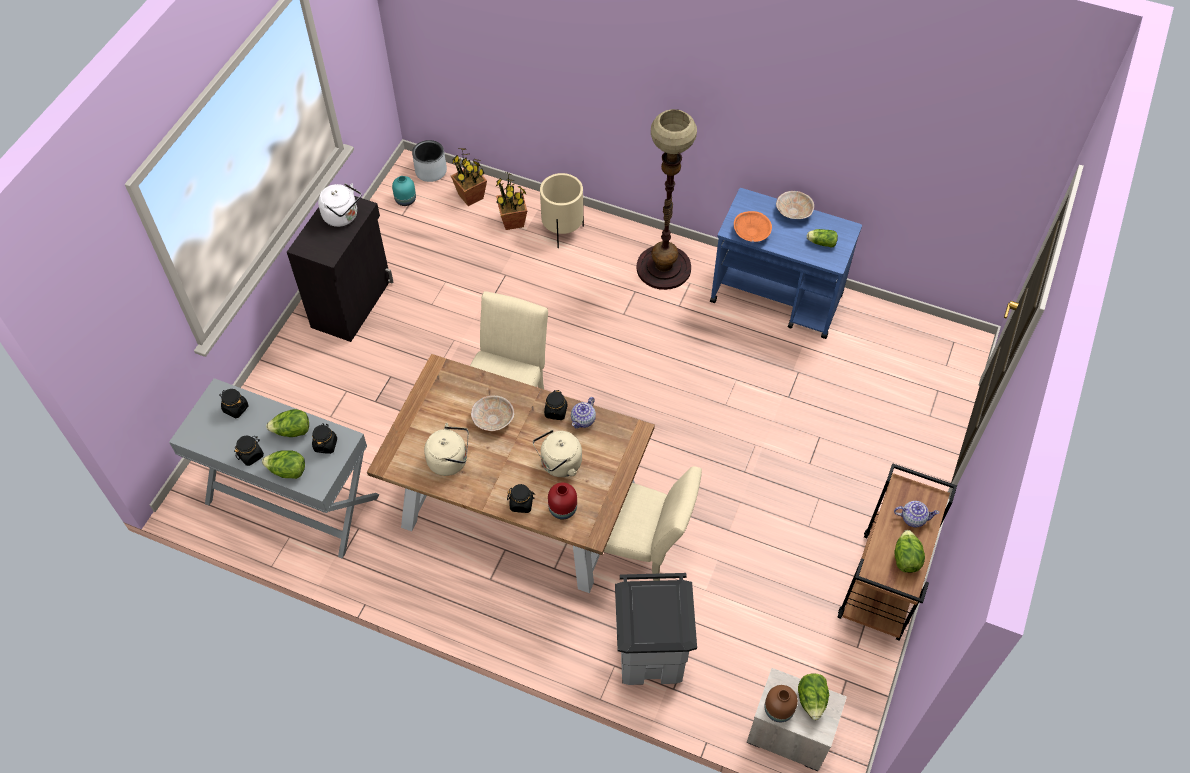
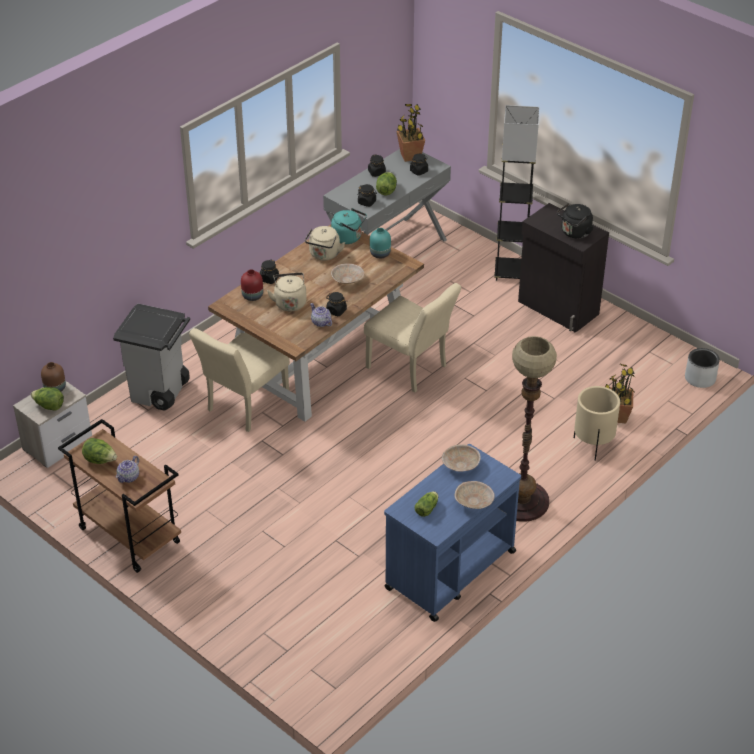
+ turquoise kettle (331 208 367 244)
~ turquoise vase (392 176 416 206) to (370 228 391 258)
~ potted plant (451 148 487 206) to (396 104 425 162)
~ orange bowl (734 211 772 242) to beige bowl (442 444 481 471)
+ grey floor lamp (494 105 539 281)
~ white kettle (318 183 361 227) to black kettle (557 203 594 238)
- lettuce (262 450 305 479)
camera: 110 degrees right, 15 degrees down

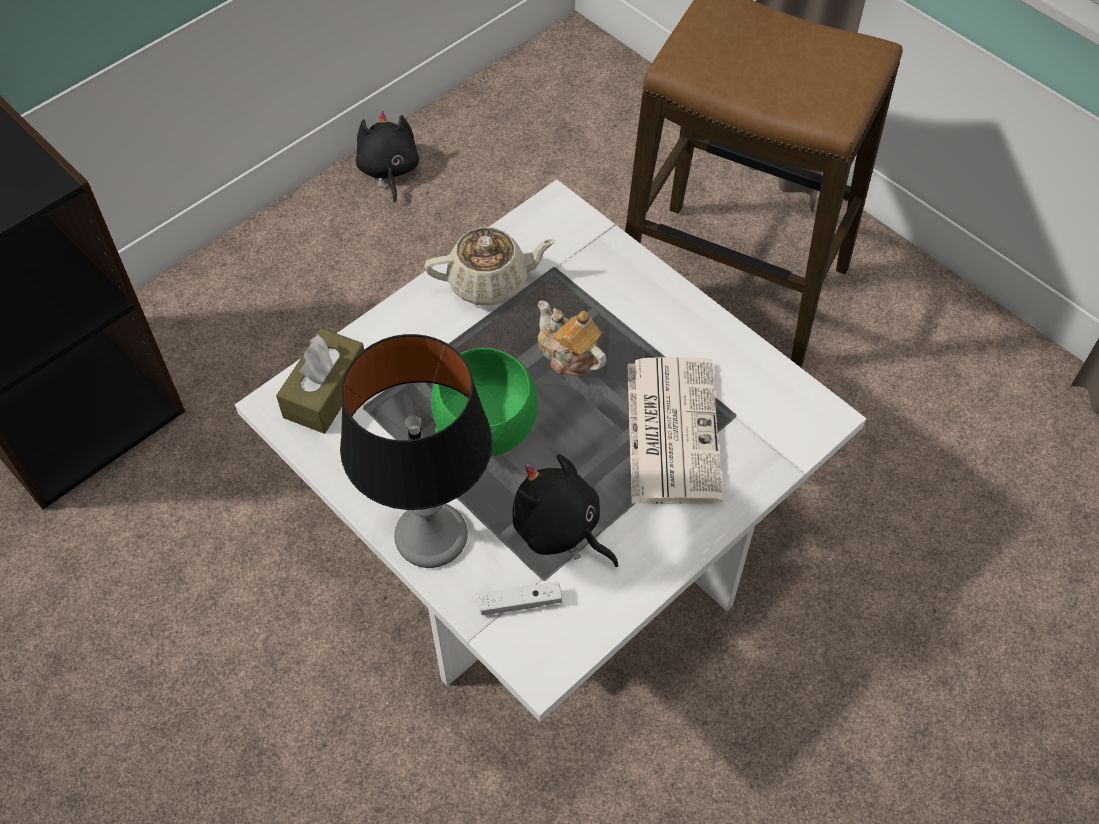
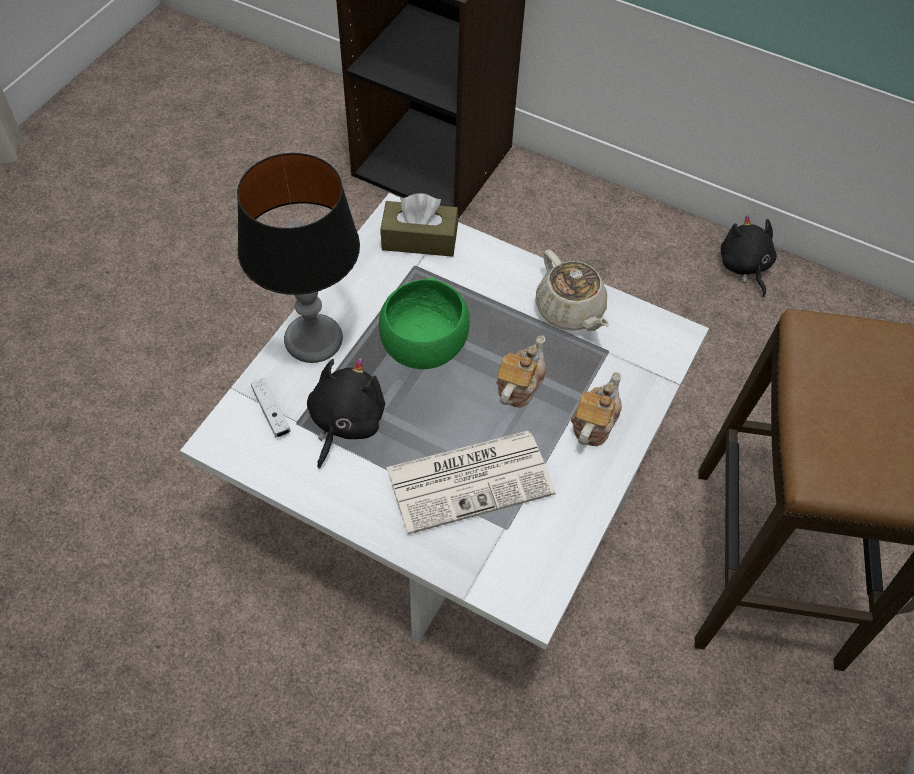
+ teapot (570 372 622 446)
~ black plush toy (356 111 419 203) = (721 215 777 297) 75 degrees counterclockwise
camera: 70 degrees right, 0 degrees up

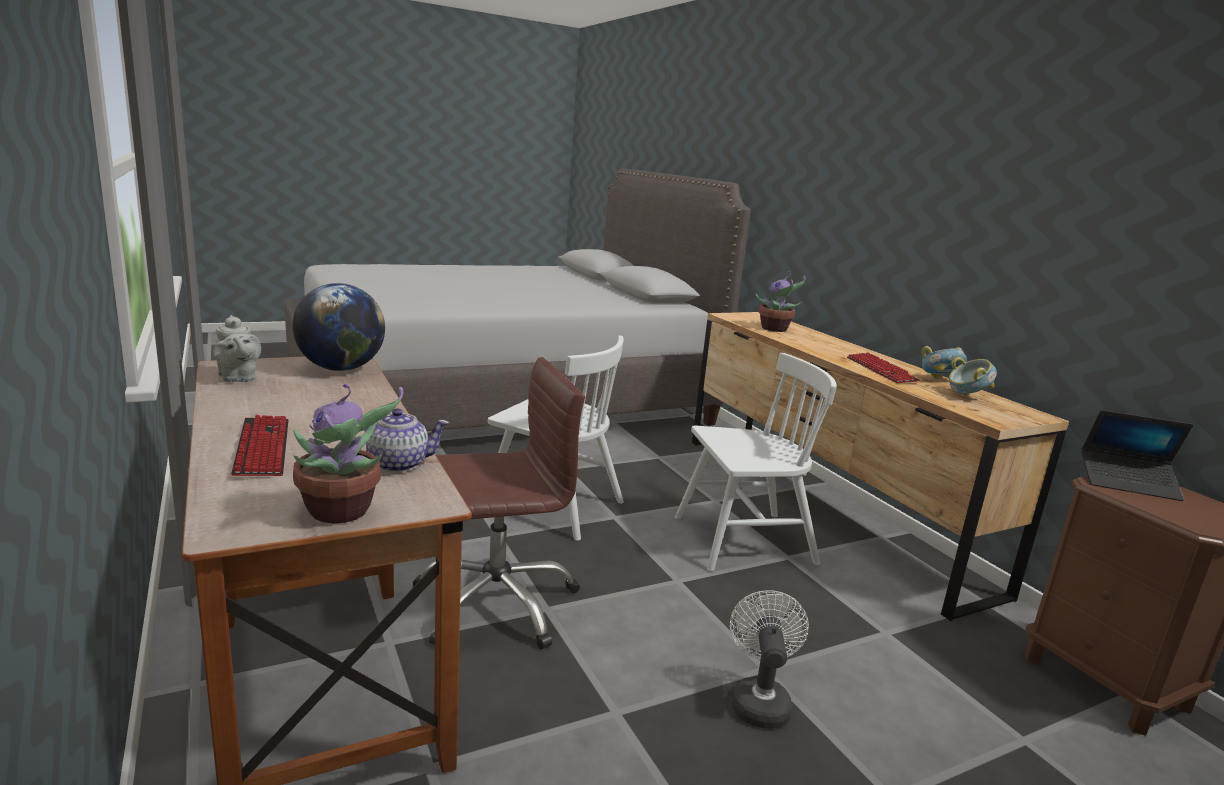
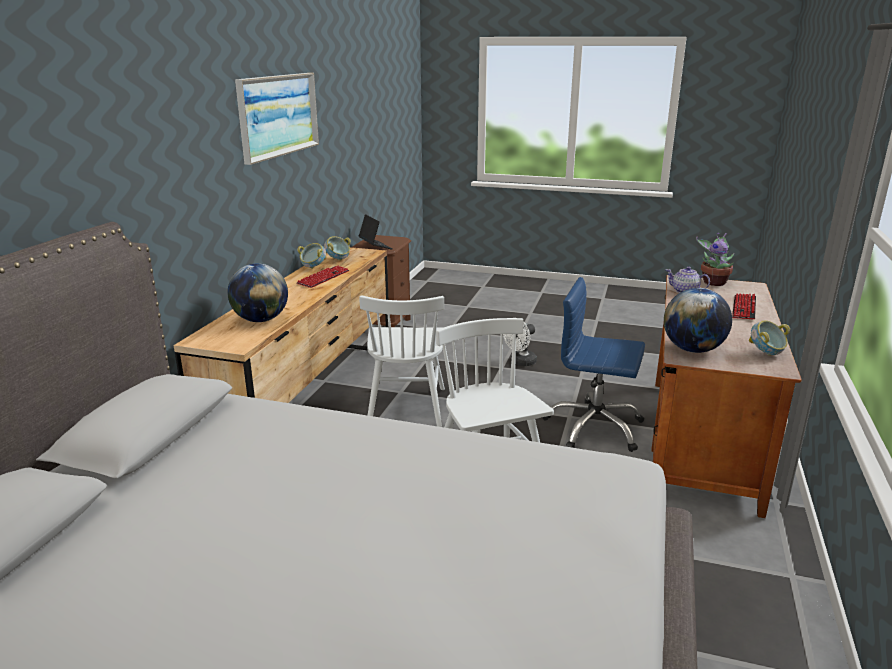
~ potted plant (756 271 806 332) to globe (227 263 288 322)
+ picture (235 73 319 165)
~ white chair (675 353 837 572) = (359 295 445 427) 120 degrees counterclockwise
~ brown office chair (413 357 585 649) to blue office chair (542 277 645 452)
~ grey teapot (213 315 261 382) to bowl (749 320 790 356)
camera: 135 degrees left, 5 degrees up

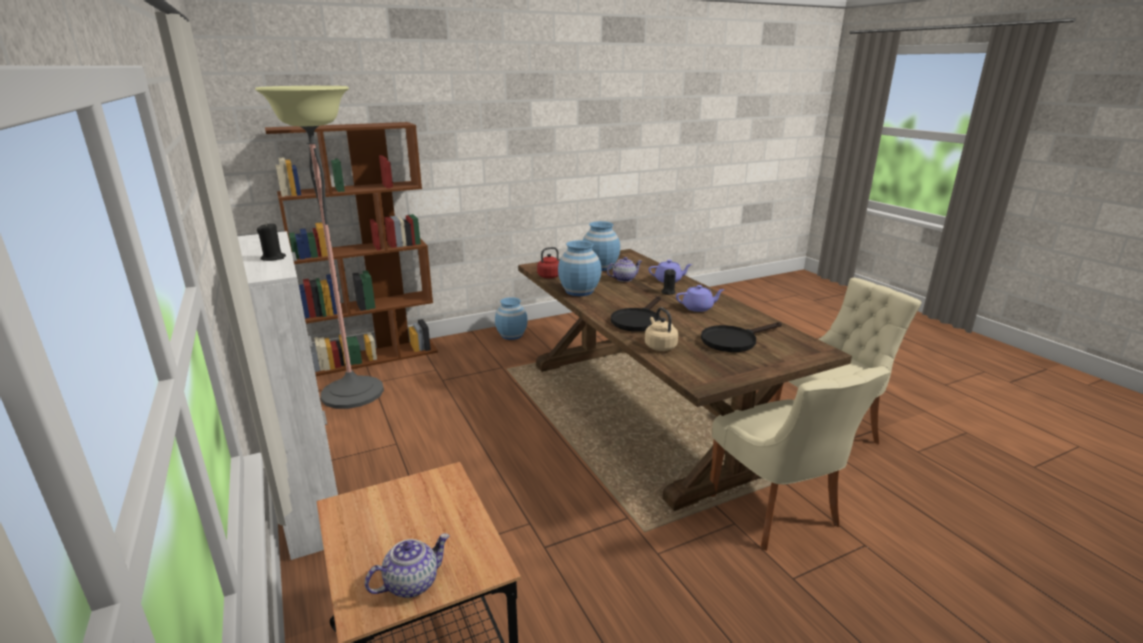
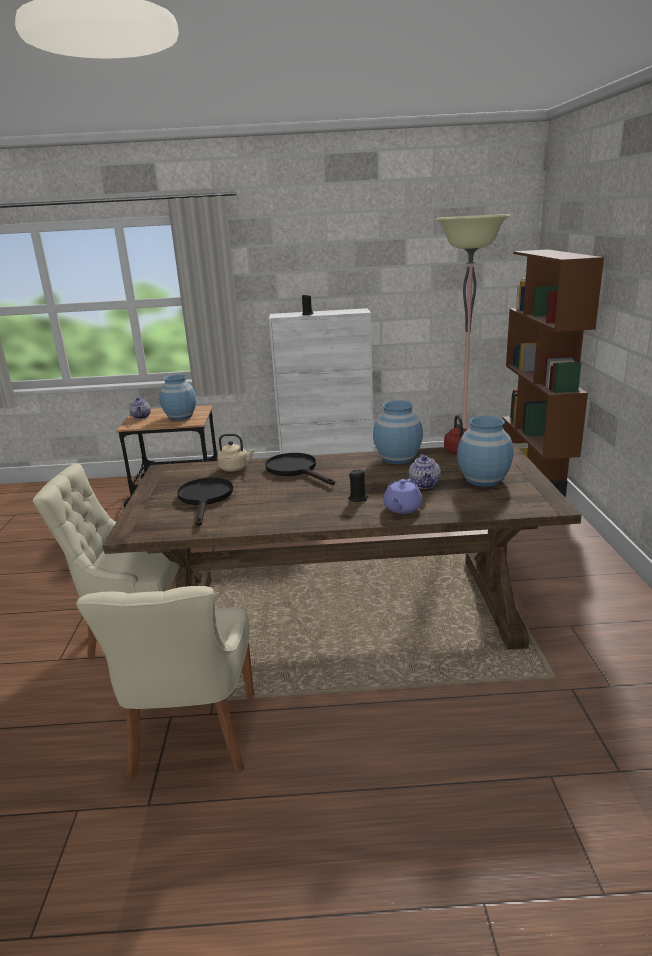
~ blue vase (495 297 527 340) to (159 374 196 420)
- purple teapot (676 285 725 312)
camera: 115 degrees right, 0 degrees up

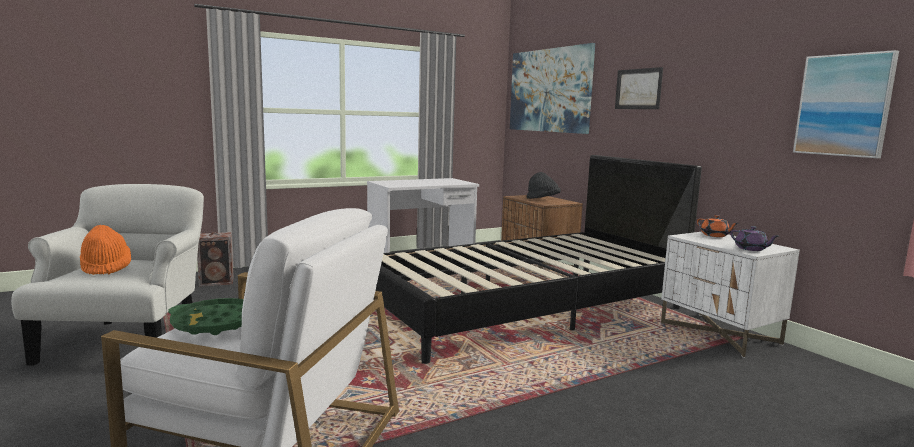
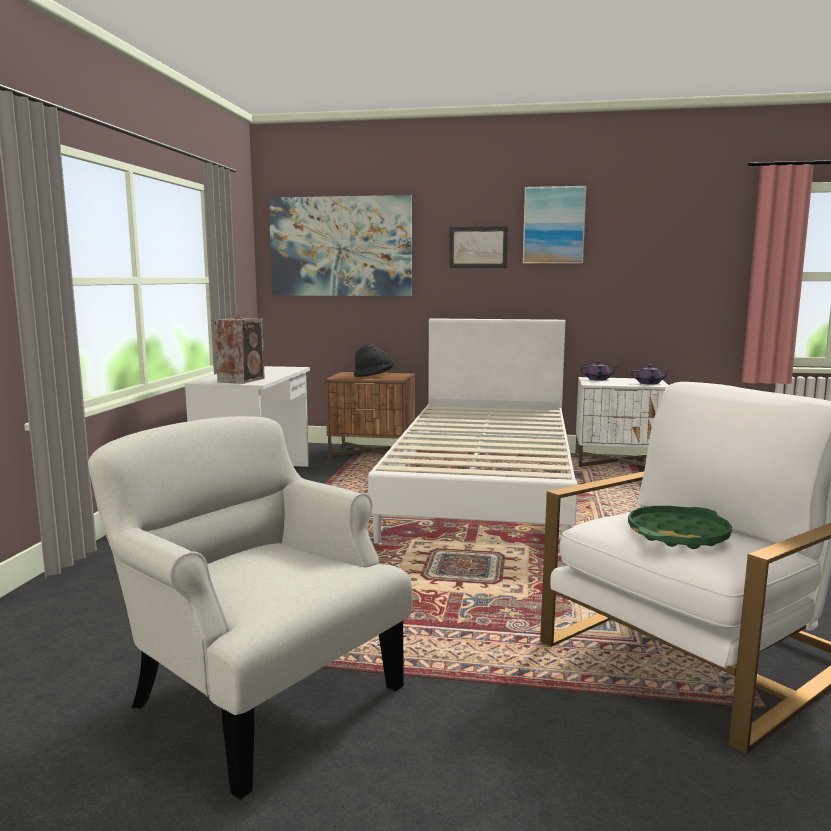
~ speaker (197 232 234 287) to (214 315 265 384)
~ black bed (374 155 702 364) to white bed (368 318 577 544)
~ picture (793 50 899 158) to (523 186 586 264)
~ orange teapot (697 215 739 237) to purple teapot (581 361 619 381)
- orange hat (80 225 131 275)
camera: 50 degrees left, 0 degrees up

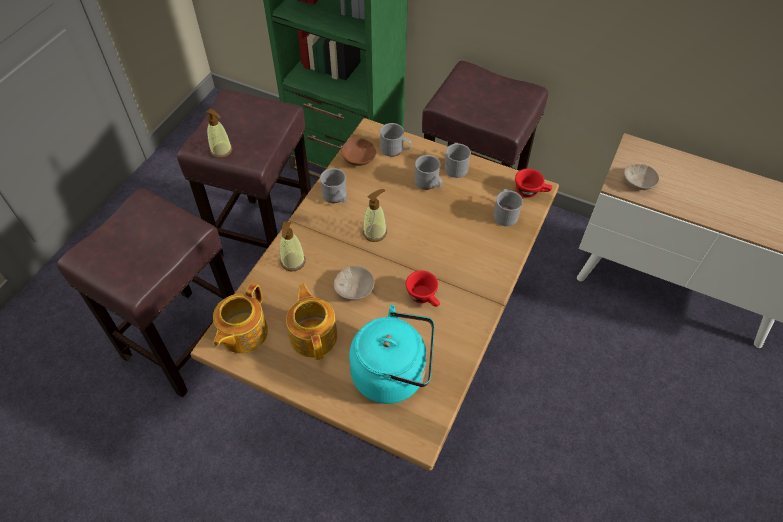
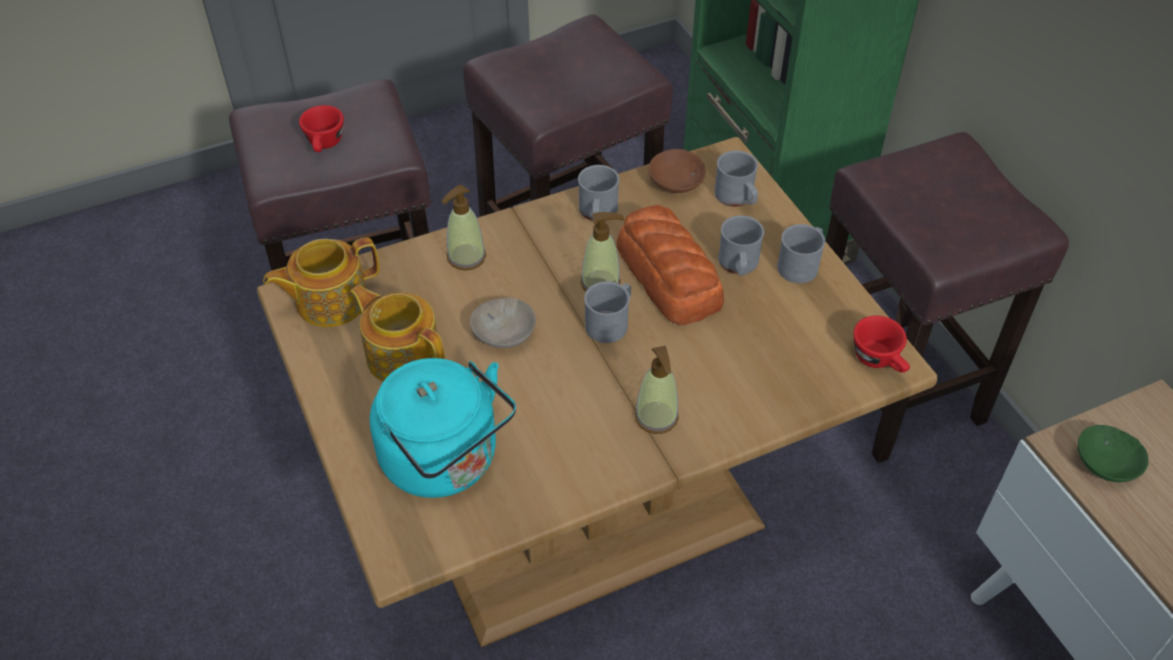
~ red cup (406 270 440 307) to (299 105 344 152)
~ teapot (286 284 337 360) = (350 285 445 382) 75 degrees counterclockwise
~ grey mug (494 189 523 226) to (584 281 631 343)
+ bread (616 204 724 325)
~ soap dispenser (205 109 233 158) to (635 346 679 434)
~ beige bowl (624 164 659 190) to green bowl (1078 425 1149 482)
camera: 40 degrees right, 5 degrees down

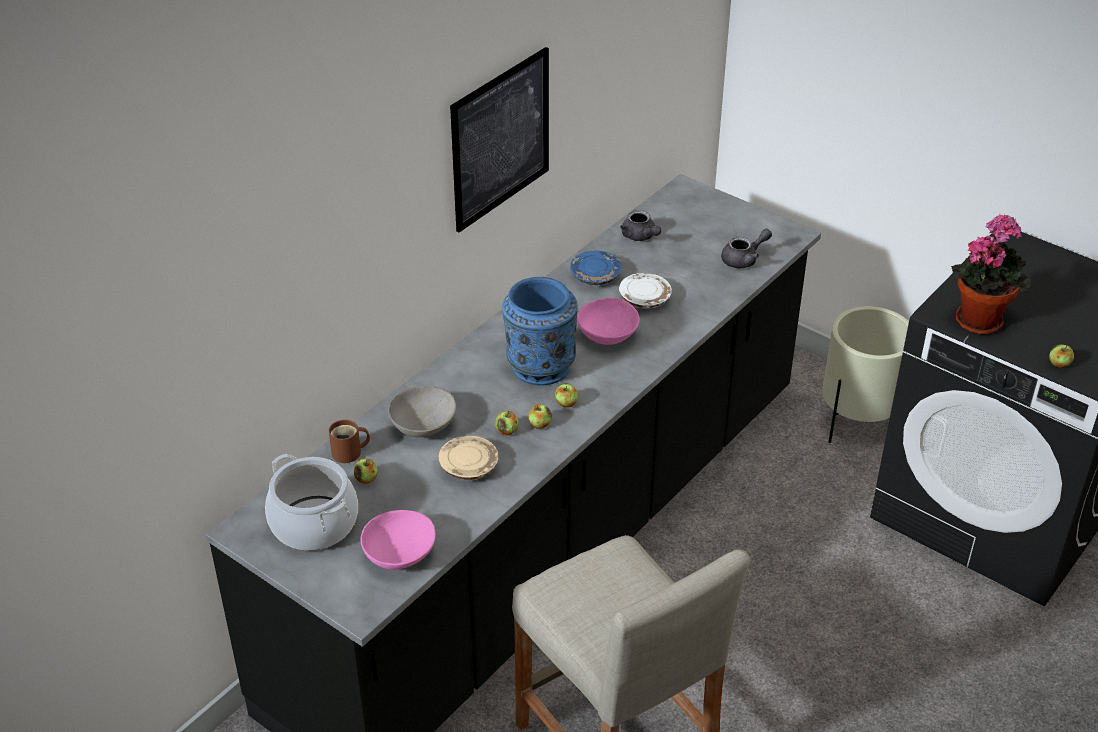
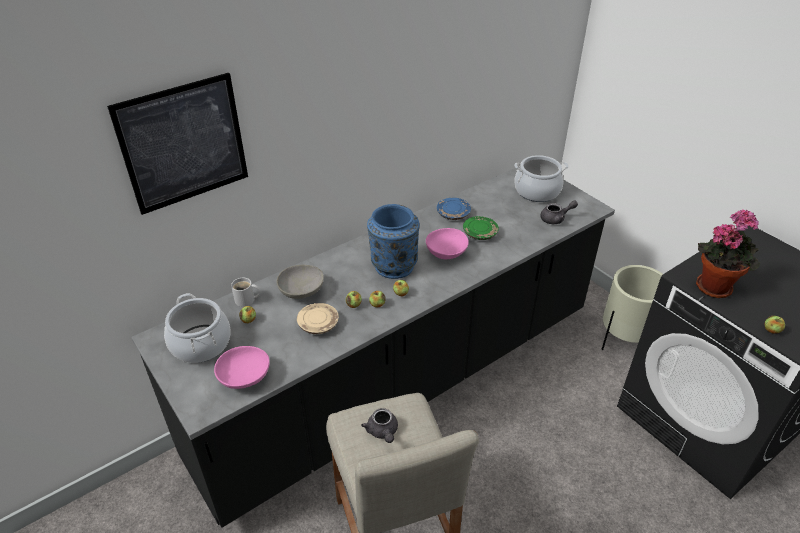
~ picture (450 47 549 232) to (107 73 248 215)
~ brown mug (329 420 370 463) to white mug (231 278 260 307)
~ grey teapot (620 210 661 241) to (361 408 398 443)
~ white plate (619 273 672 308) to green plate (463 216 499 240)
+ cooking pot (514 155 568 202)
camera: 15 degrees right, 0 degrees up

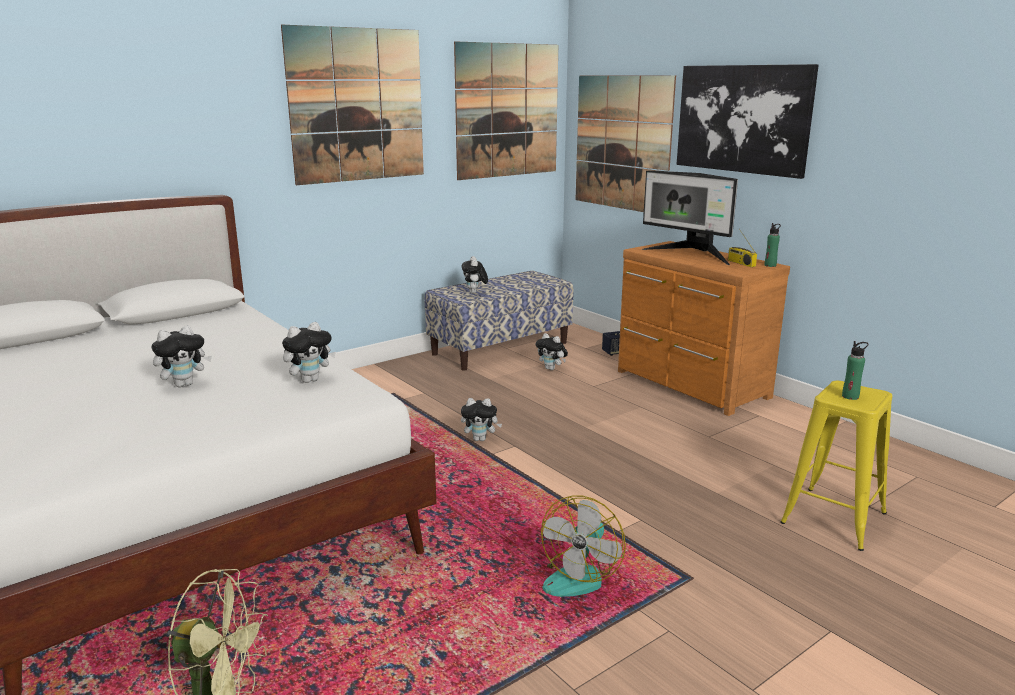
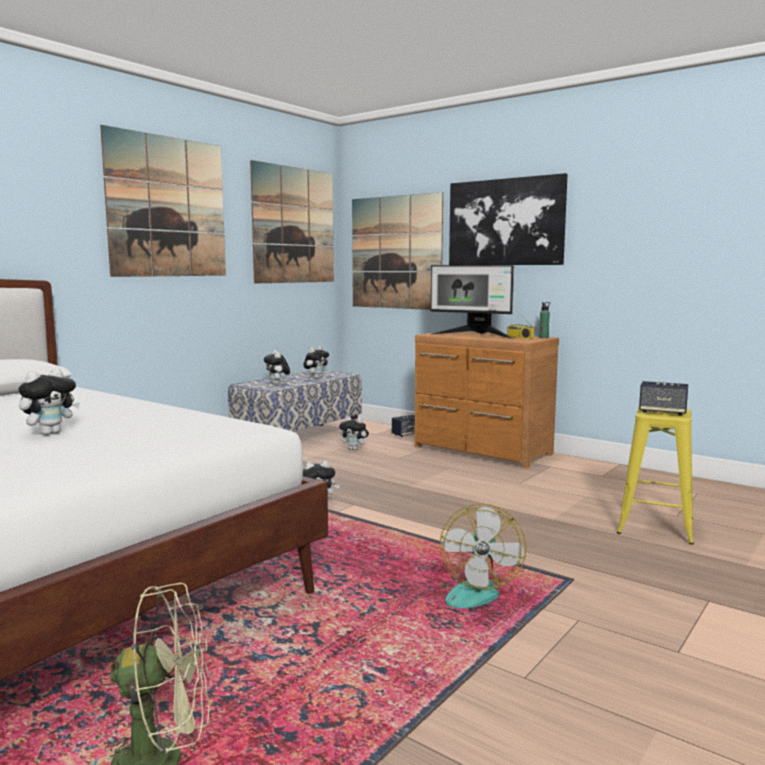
~ plush toy (282 322 336 383) to (303 346 329 379)
~ green bottle (842 341 868 400) to speaker (639 381 688 415)
camera: 15 degrees left, 10 degrees down

